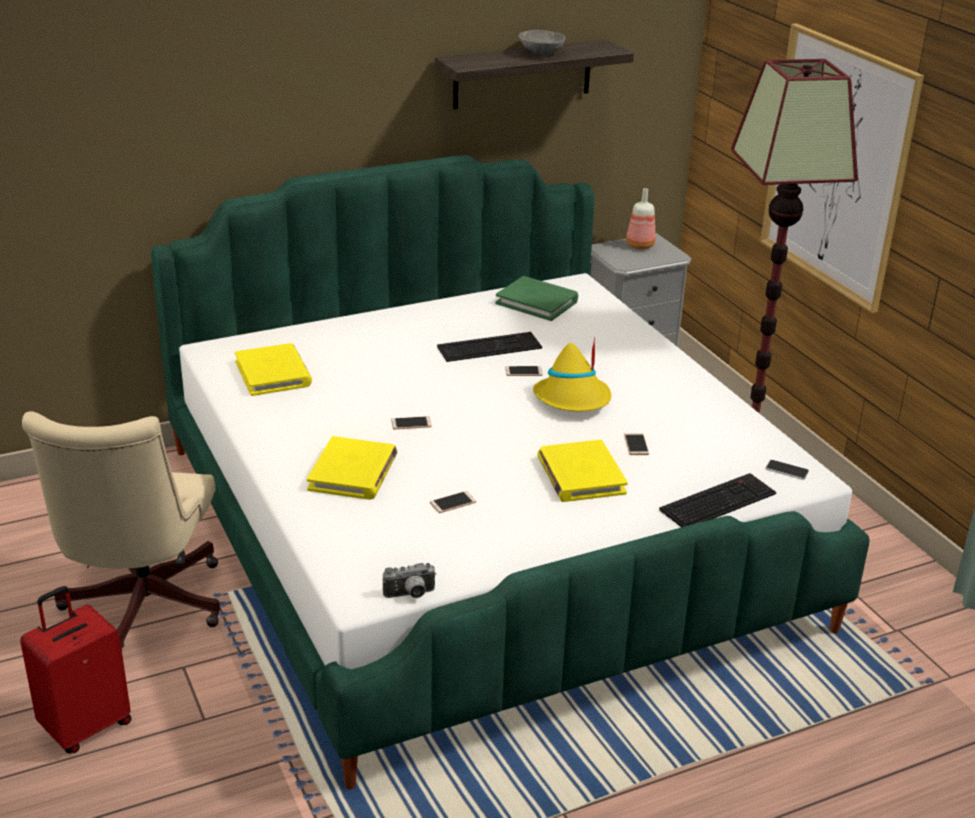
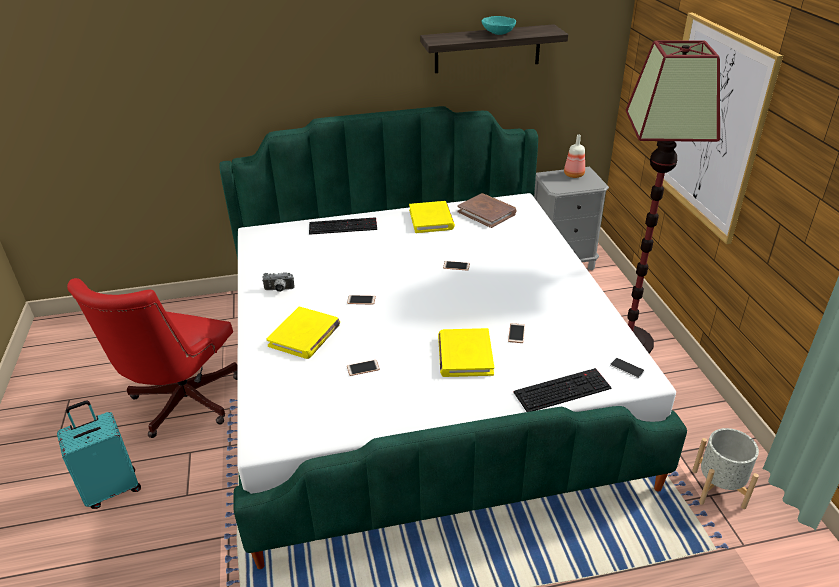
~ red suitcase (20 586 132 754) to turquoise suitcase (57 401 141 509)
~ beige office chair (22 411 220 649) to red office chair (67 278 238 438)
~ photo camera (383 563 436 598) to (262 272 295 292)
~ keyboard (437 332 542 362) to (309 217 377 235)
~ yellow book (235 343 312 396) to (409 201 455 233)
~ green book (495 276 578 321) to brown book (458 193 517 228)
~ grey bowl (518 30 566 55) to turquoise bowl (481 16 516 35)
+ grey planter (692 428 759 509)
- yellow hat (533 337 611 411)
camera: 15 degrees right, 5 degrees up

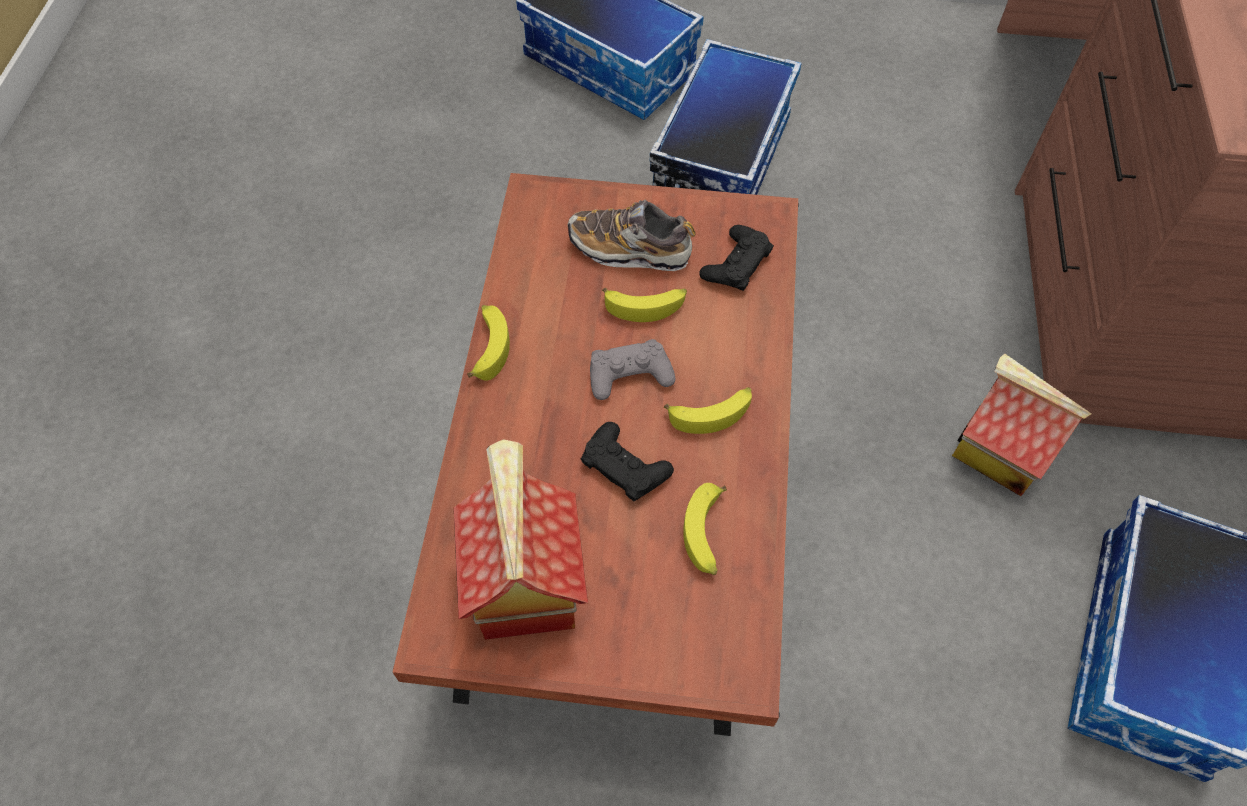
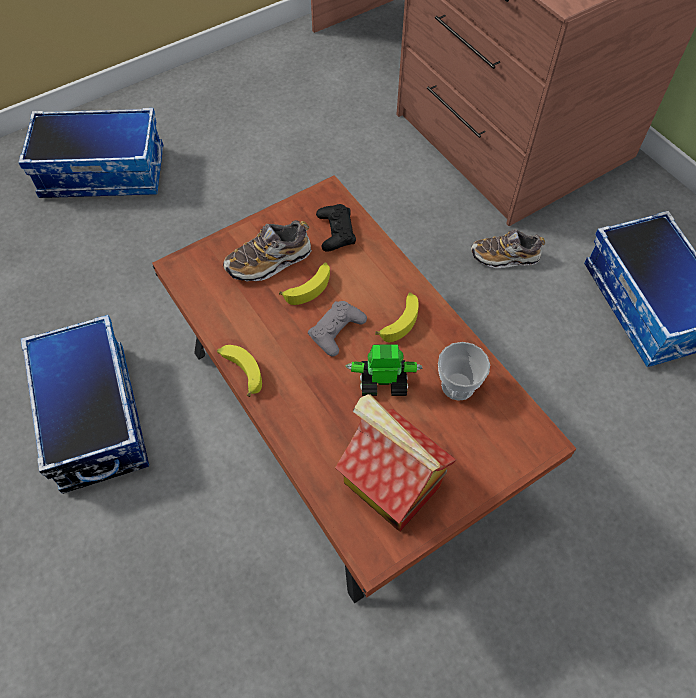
~ storage box (650 39 802 195) to (21 315 149 494)
~ black game controller (581 422 674 501) to toy robot (345 344 422 396)
~ banana (683 483 727 575) to cup (438 342 490 400)
~ toy house (952 354 1091 496) to shoe (471 229 545 268)
camera: 40 degrees left, 0 degrees up

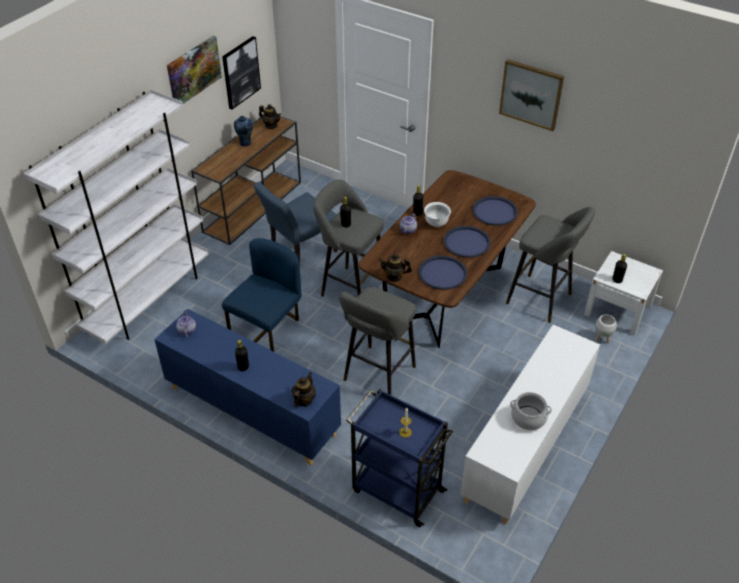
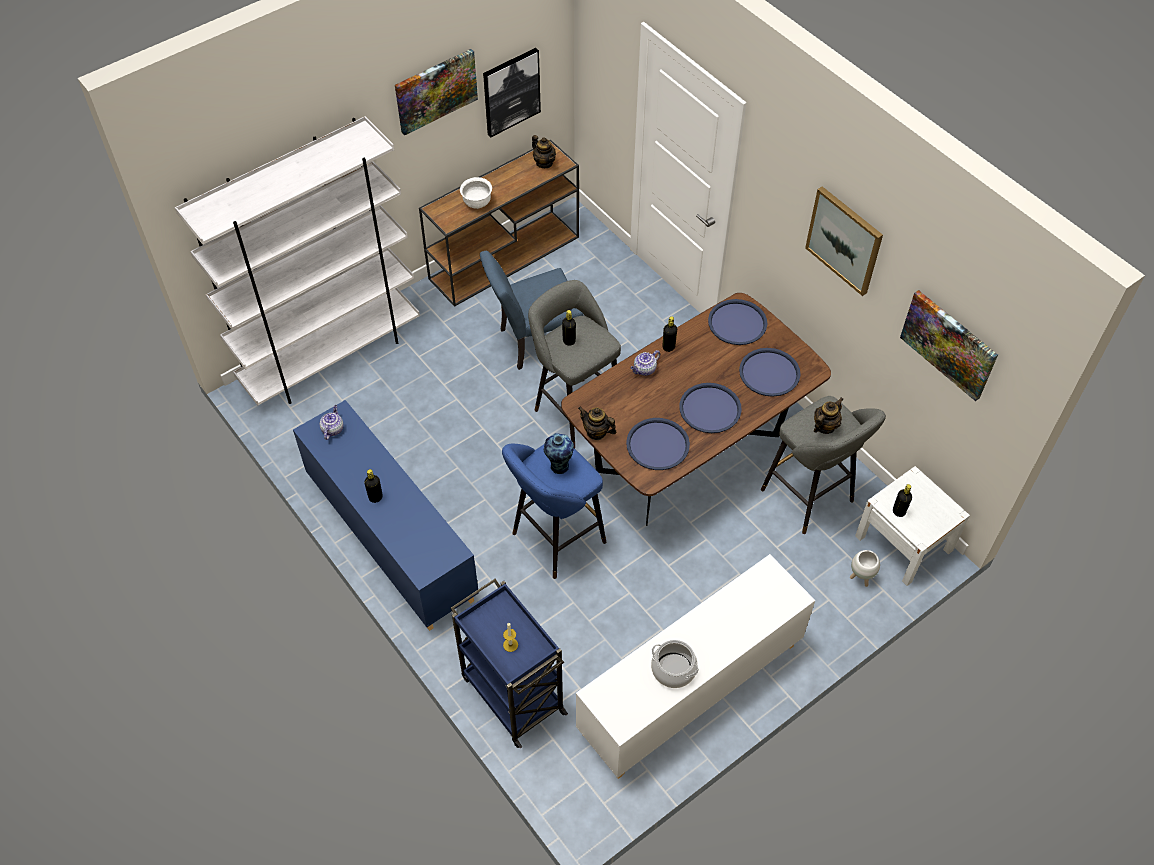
~ white bowl (424 202 451 227) to (460 177 492 209)
~ grey stool (339 287 416 395) to blue stool (502 444 606 579)
~ vase (234 116 253 147) to (544 433 574 474)
+ blue tray (708 299 767 345)
~ teapot (292 372 316 407) to (814 398 843 434)
+ picture (900 290 998 401)
- blue chair (222 238 301 352)
camera: 20 degrees right, 10 degrees up

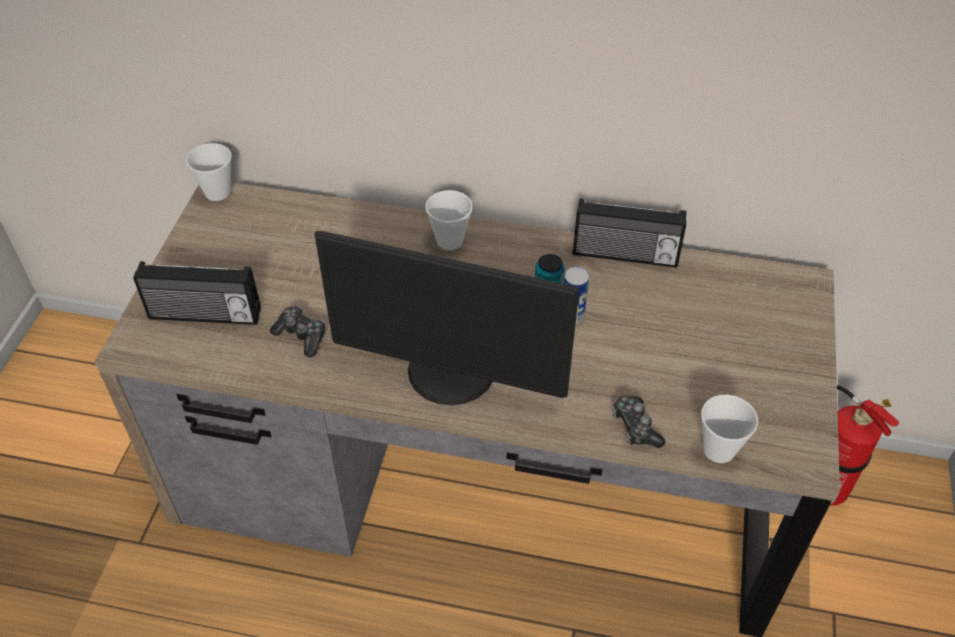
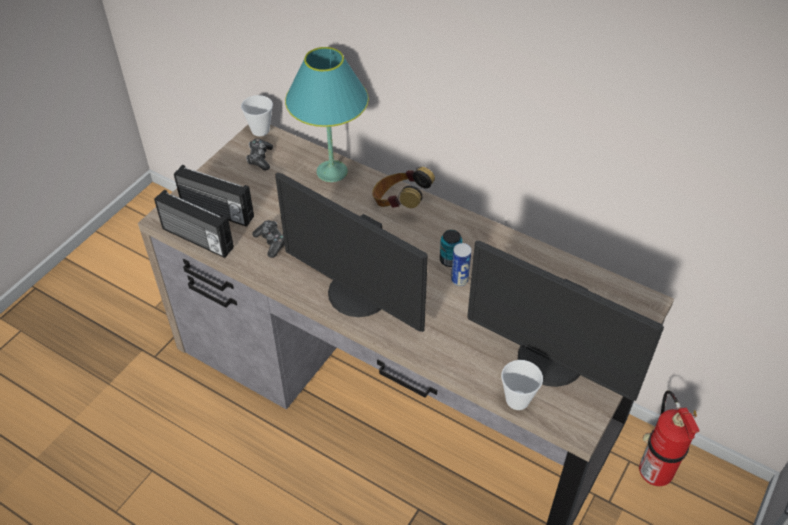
~ radio (573 198 686 268) to (154 189 234 258)
~ game controller (612 396 665 448) to (246 138 273 171)
+ turquoise table lamp (285 47 369 182)
~ cup (425 190 472 250) to headphones (372 167 435 208)
+ monitor (467 241 664 401)
camera: 20 degrees right, 0 degrees up

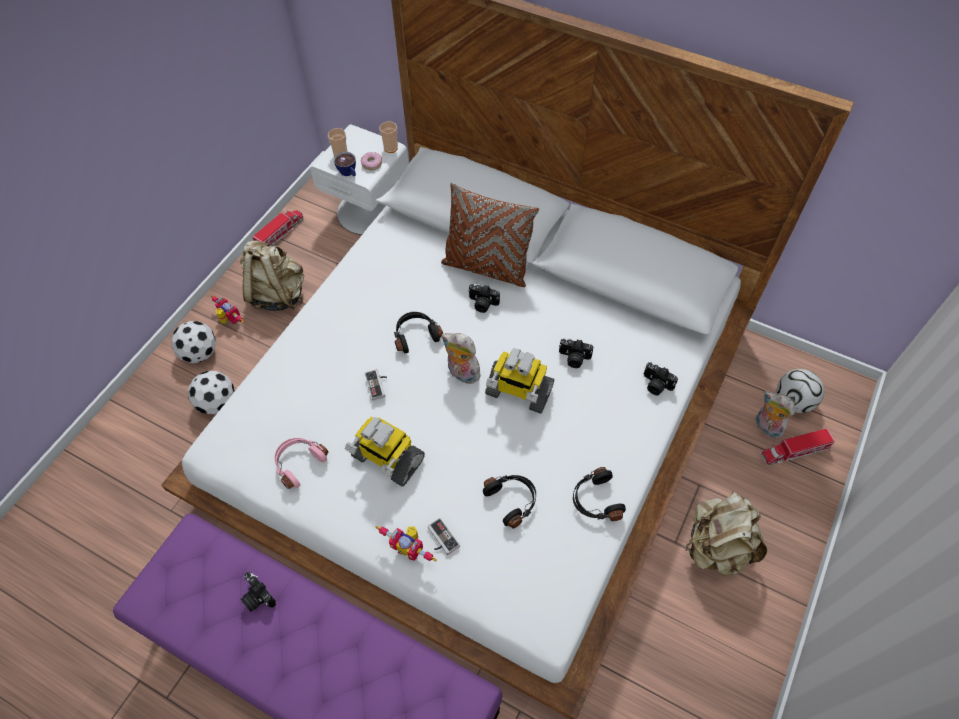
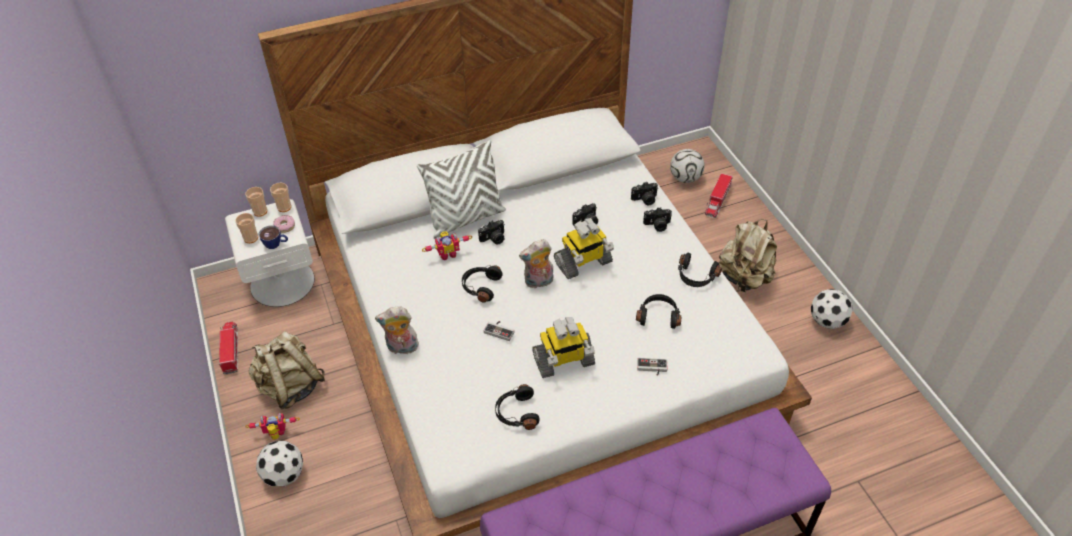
+ cup (245 187 267 217)
~ plush toy (755 391 795 439) to (375 306 419 354)
~ brown pillow (441 183 539 287) to white pillow (417 140 506 239)
~ toy robot (376 526 437 562) to (422 231 472 260)
~ pink headphones (275 438 328 489) to black headphones (495 384 540 430)
~ photo camera (241 572 276 612) to (643 207 672 232)
~ football (188 371 235 414) to (811 289 853 329)
camera: 50 degrees left, 10 degrees down

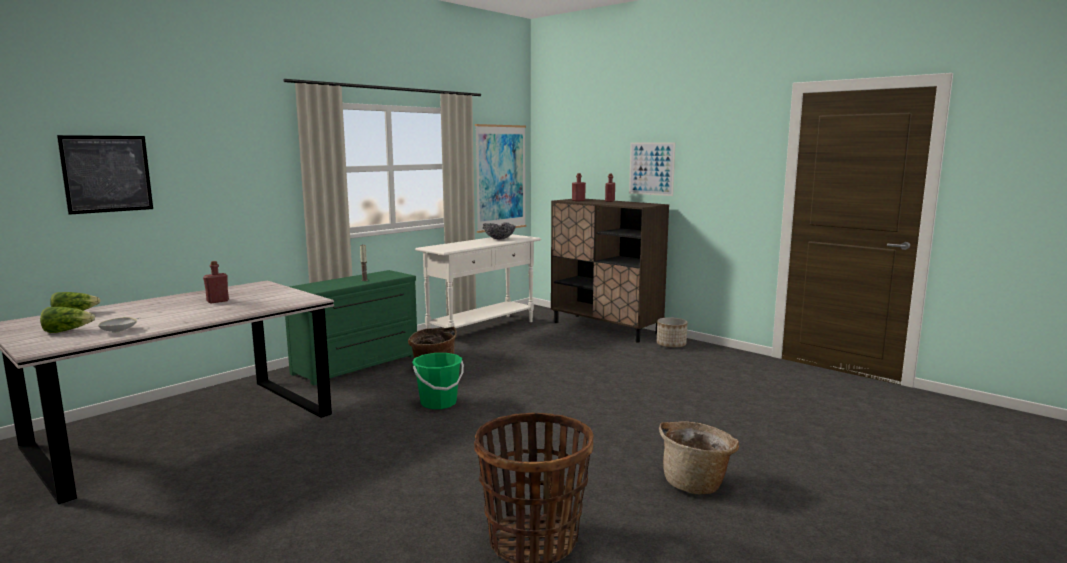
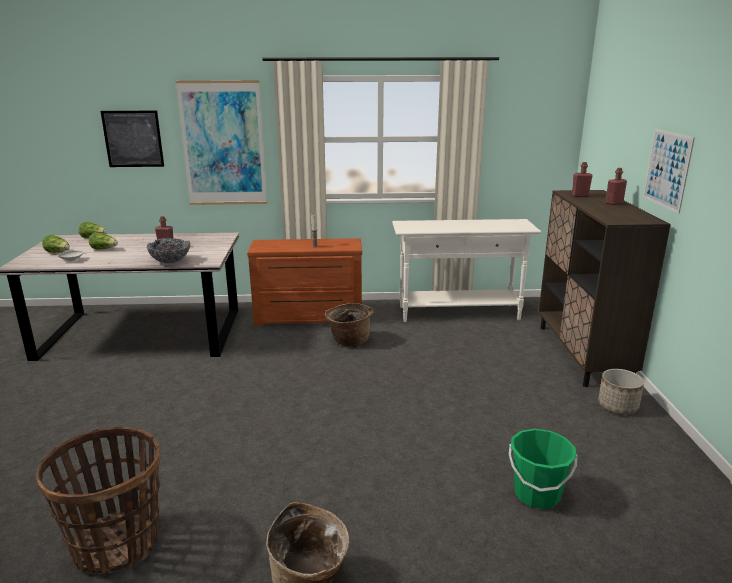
+ lettuce (89 232 118 250)
~ bowl (483 222 516 240) to (146 238 190 263)
~ picture (475 124 526 233) to (176 80 267 205)
~ green dresser (285 270 417 386) to brown dresser (247 238 362 326)
~ green bucket (412 353 464 409) to (509 429 577 509)
camera: 45 degrees right, 10 degrees up

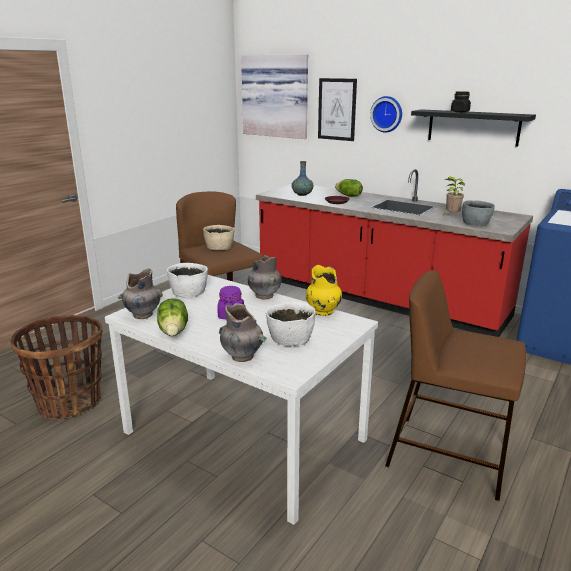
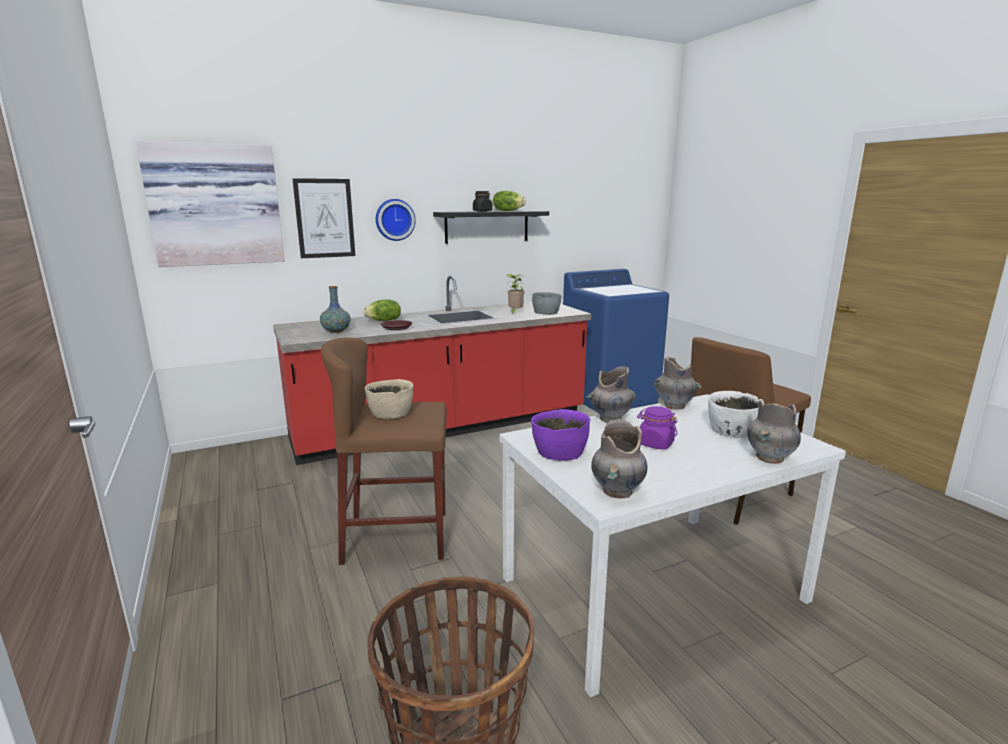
~ lettuce (157 298 188 336) to (493 191 526 211)
~ white bowl (167 263 208 298) to purple bowl (531 409 590 461)
~ yellow vase (306 264 342 316) to grey vase (653 357 701 409)
camera: 60 degrees left, 5 degrees down

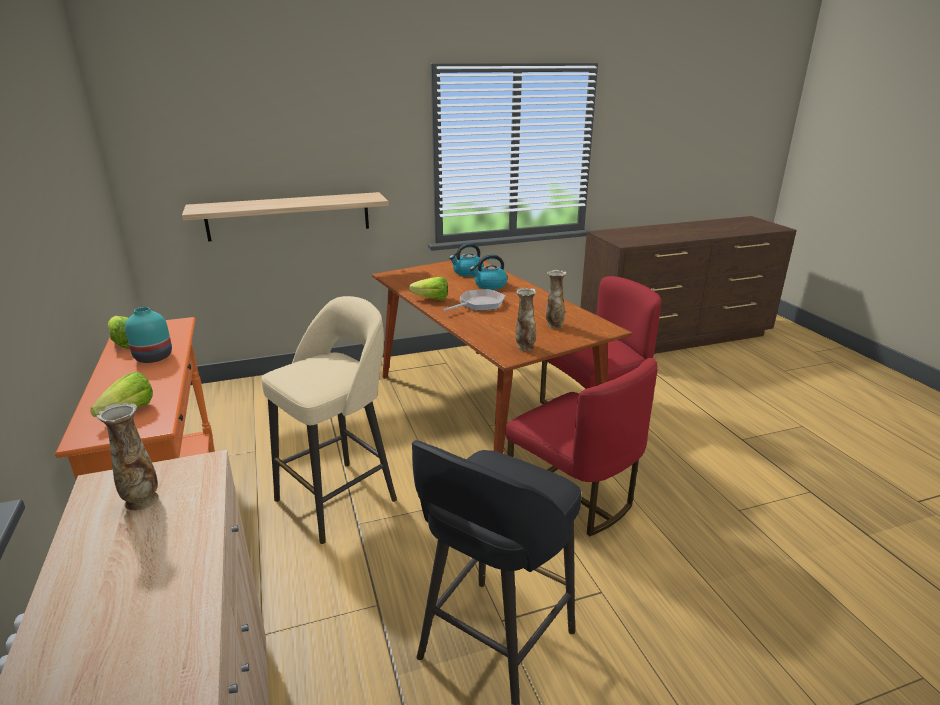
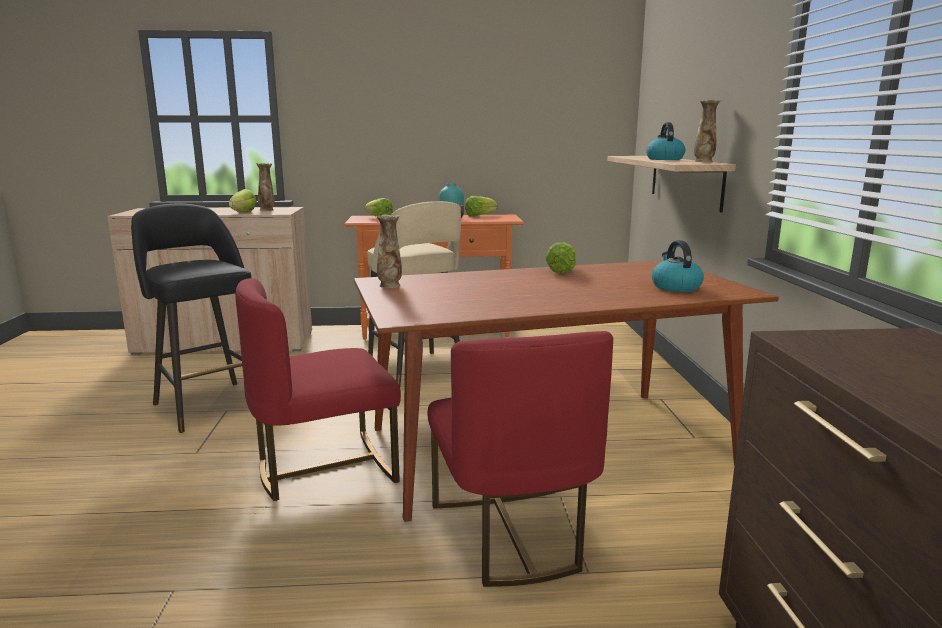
+ lettuce (229 189 257 212)
~ kettle (470 254 507 290) to (646 122 685 160)
~ vase (546 270 566 329) to (694 100 720 162)
- frying pan (443 289 505 311)
camera: 105 degrees right, 10 degrees down

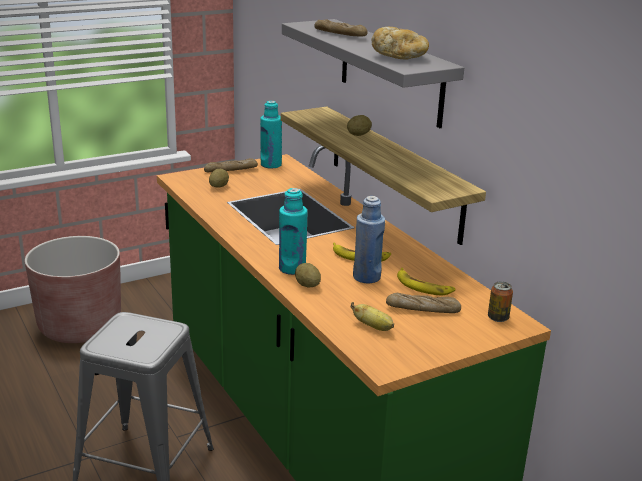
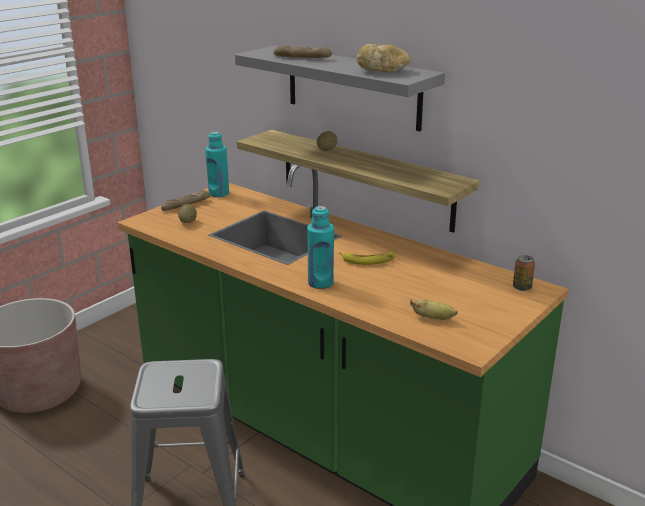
- potato (295 263 321 287)
- blue bottle (353 196 385 283)
- bread (386 293 461 313)
- banana (397 268 456 295)
camera: 20 degrees left, 0 degrees up

